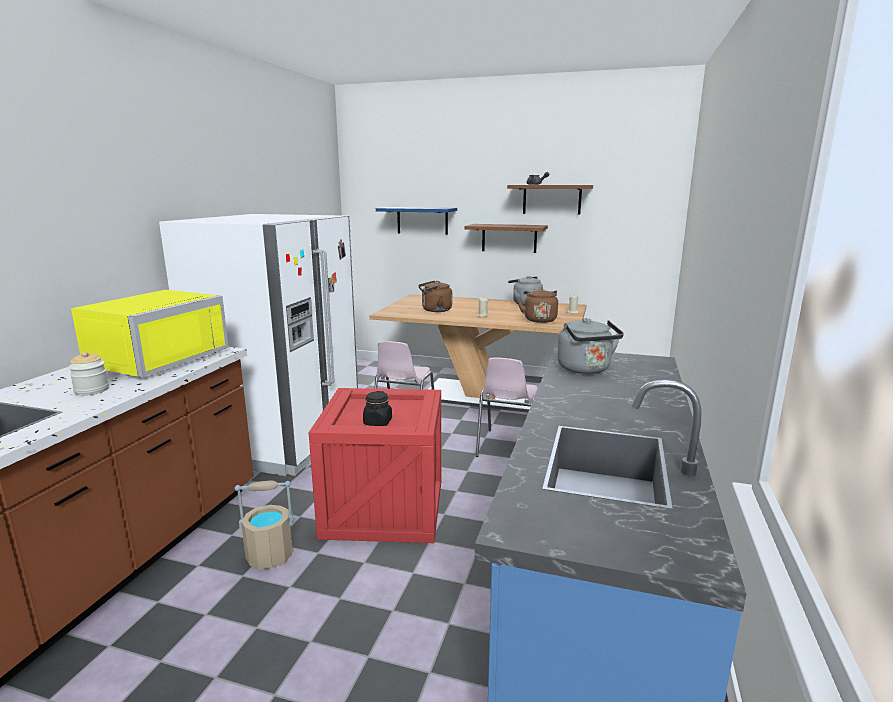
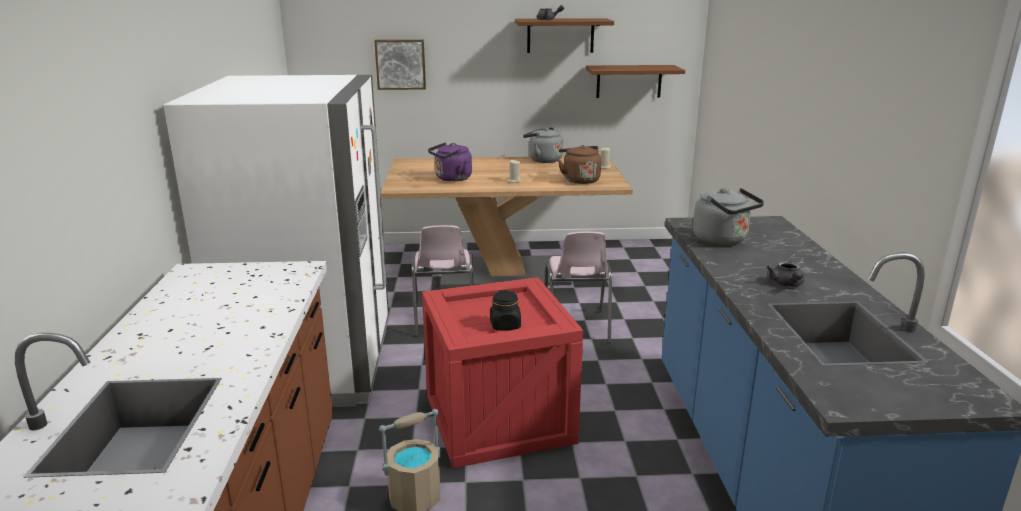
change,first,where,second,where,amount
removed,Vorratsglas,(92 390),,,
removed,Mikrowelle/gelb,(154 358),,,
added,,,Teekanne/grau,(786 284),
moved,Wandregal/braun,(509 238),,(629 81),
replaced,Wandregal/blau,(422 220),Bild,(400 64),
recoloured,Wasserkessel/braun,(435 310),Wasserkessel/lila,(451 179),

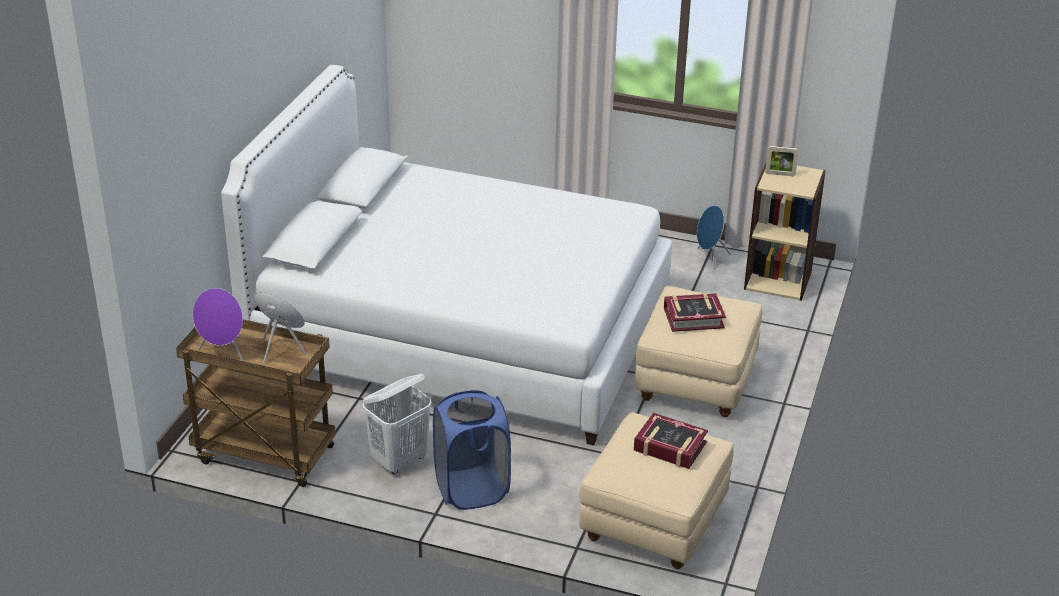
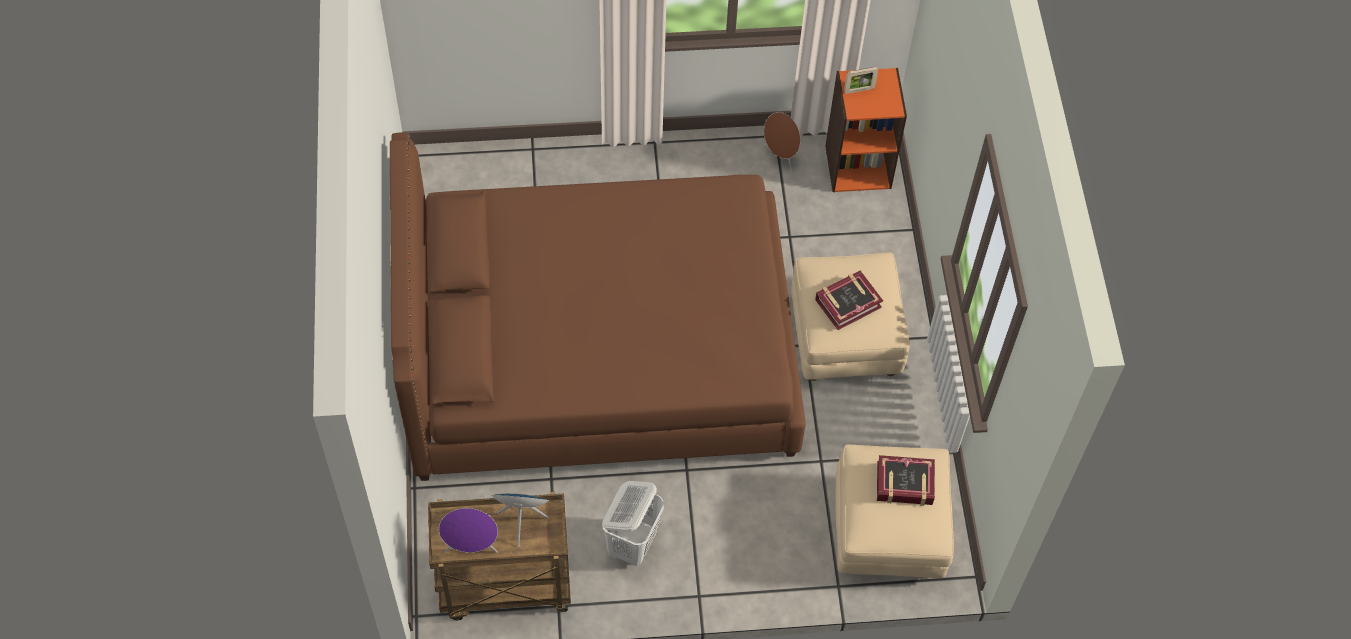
change,first,where,second,where,amount
removed,Wäschekorb/blau,(471 489),,,
recoloured,Bett/weiß,(461 333),Bett/braun,(599 353),
recoloured,Lautsprecher/blau,(709 258),Lautsprecher/braun,(781 157),
recoloured,Bücherregal/beige,(778 279),Bücherregal/orange,(858 166),

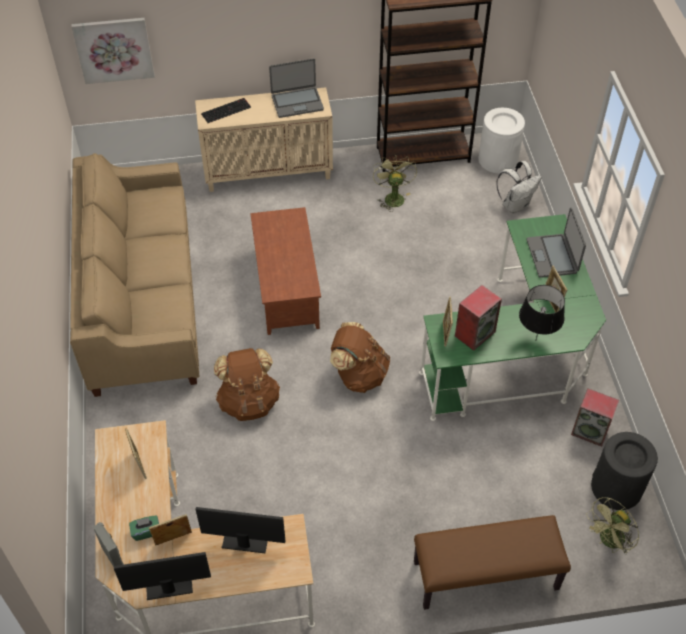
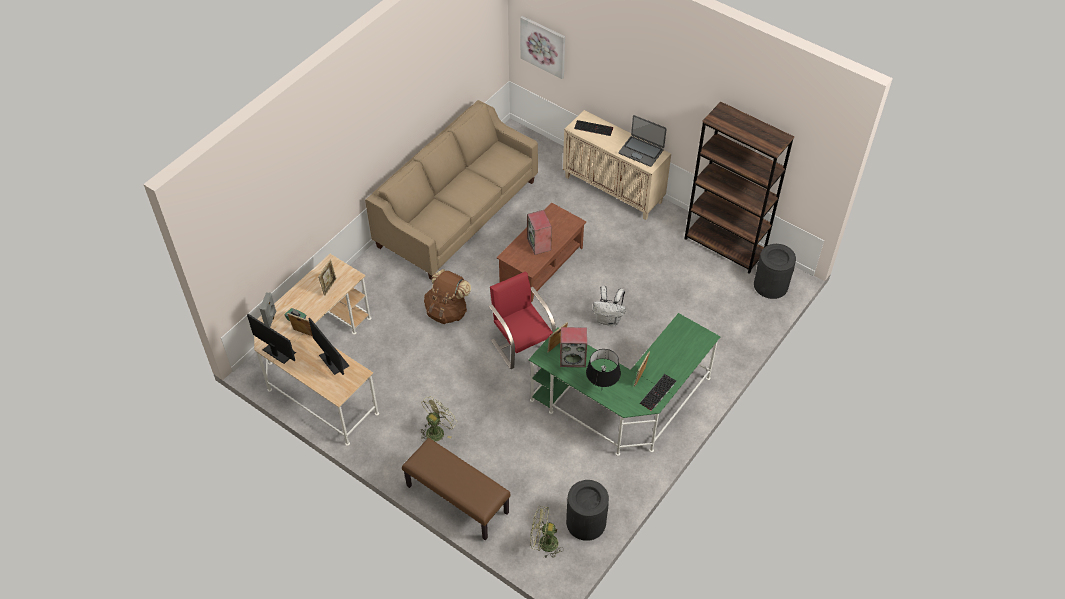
change,first,where,second,where,amount
removed,Laptop,(552 256),,,
added,,,Tastatur,(658 393),
moved,Ventilator/grün,(392 197),,(437 430),
moved,Rucksack/weiß,(515 205),,(608 319),
moved,Lautsprecher,(590 431),,(539 244),
replaced,Rucksack/braun,(359 374),Stuhl/rot,(522 344),
recoloured,Mülleimer/weiß,(498 159),Mülleimer/schwarz,(771 285),

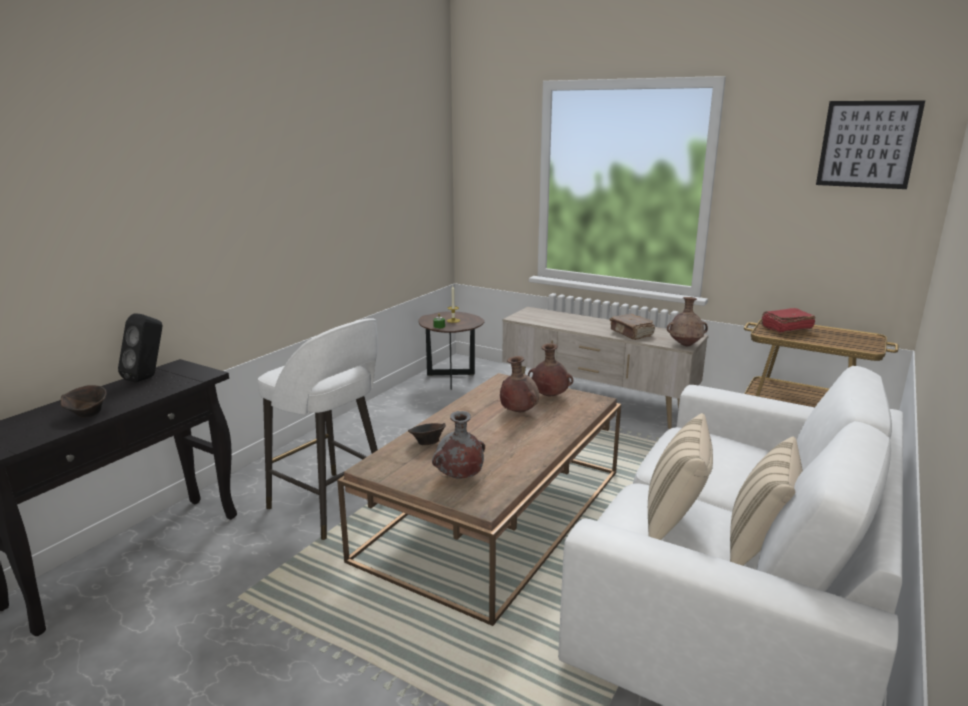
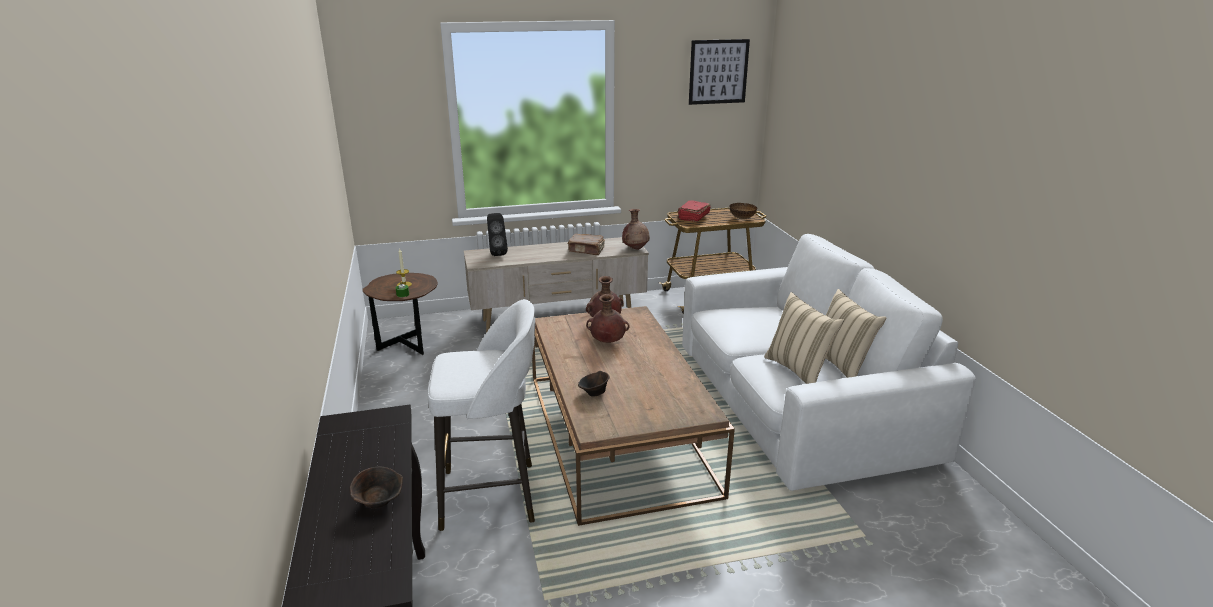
change,first,where,second,where,amount
removed,Vase/grau,(459 477),,,
added,,,Schüssel,(742 219),
moved,Lautsprecher/schwarz,(148 377),,(497 253),

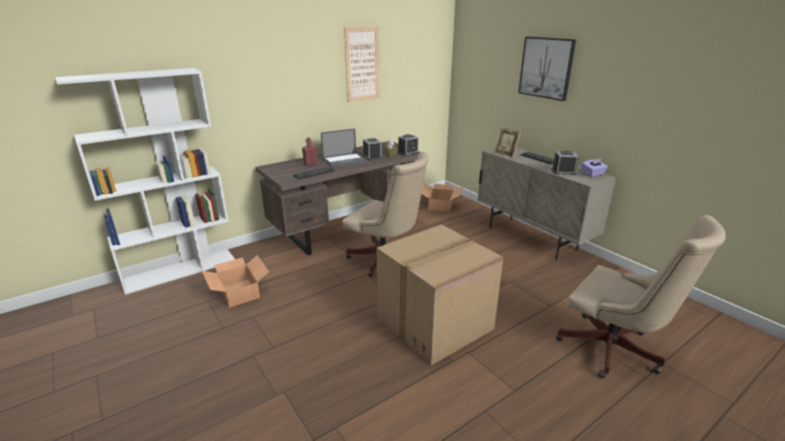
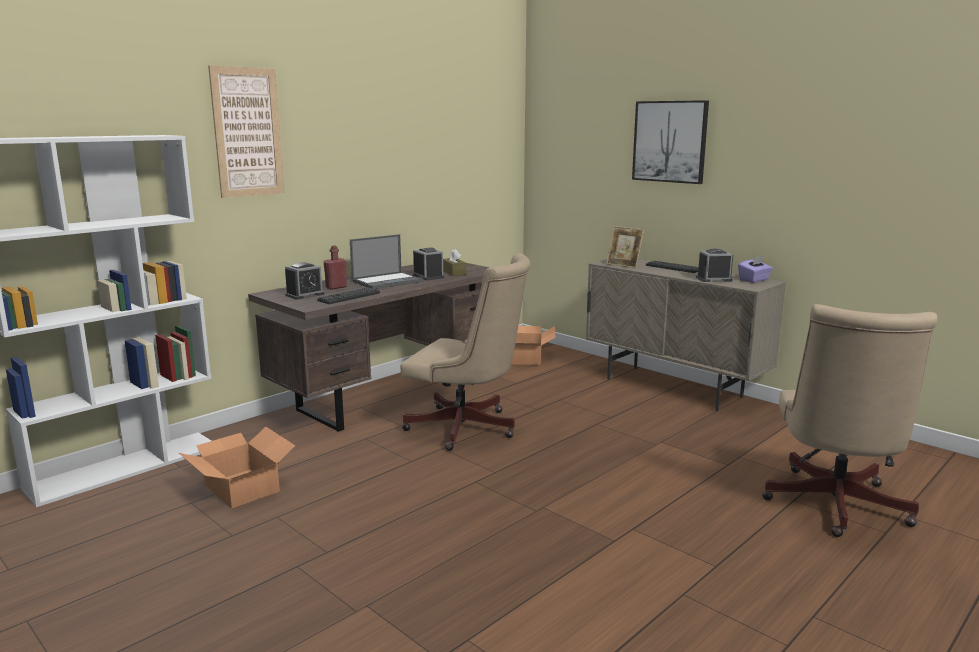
change,first,where,second,where,amount
removed,Karton,(434 324),,,
moved,Bild,(362 64),,(247 132),
moved,Wecker,(408 153),,(305 295),
turned,Bürostuhl/beige,(614 351),,(834 507),75 degrees clockwise

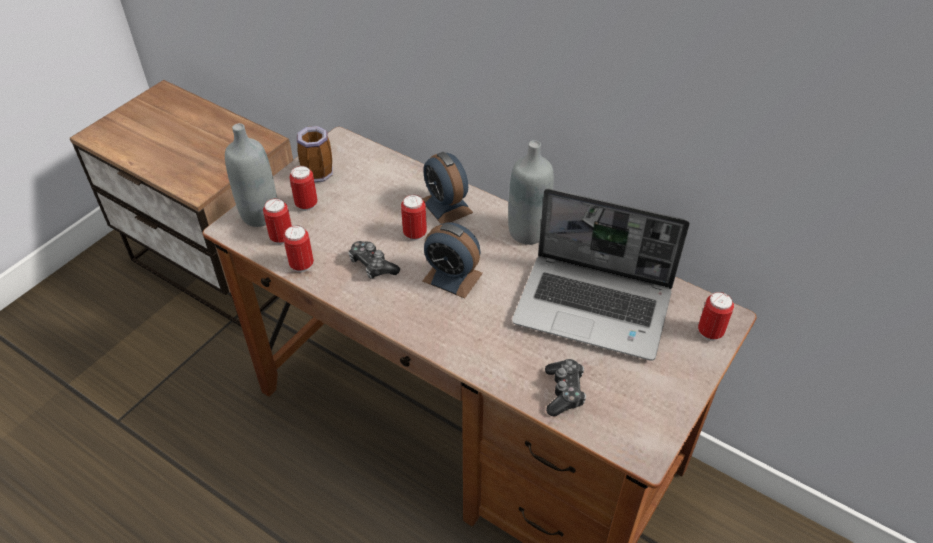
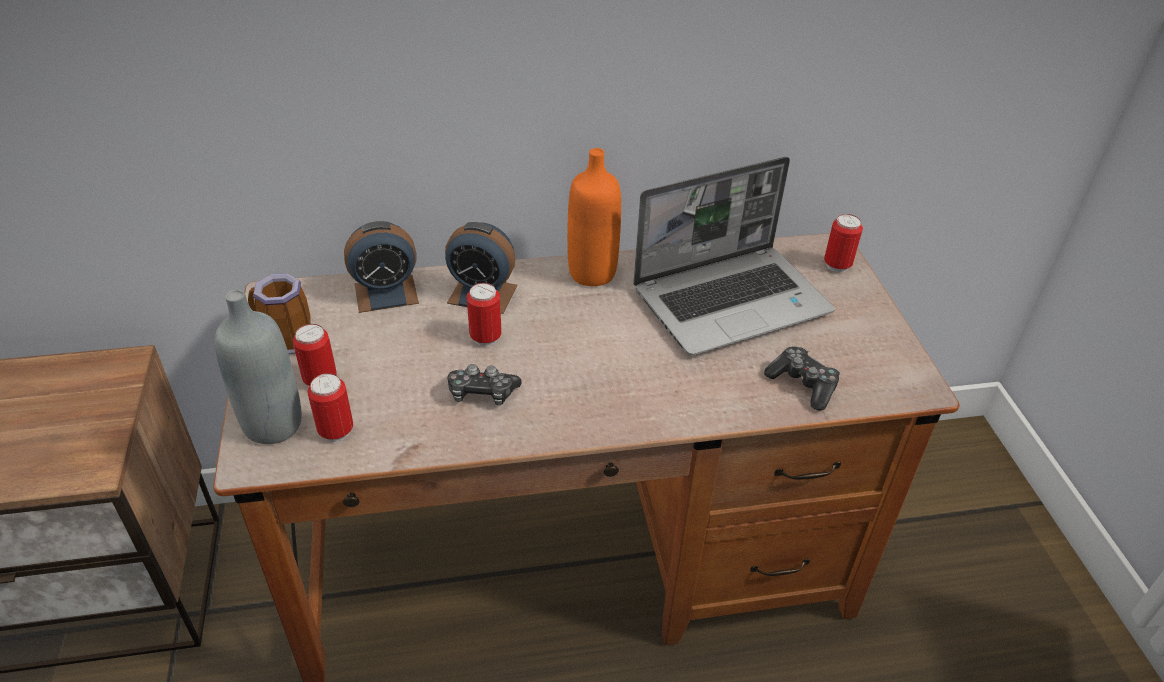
change,first,where,second,where,amount
removed,Dose,(302 265),,,
moved,Wecker,(452 277),,(386 293),
recoloured,Flasche/grau,(528 232),Flasche/orange,(592 273),

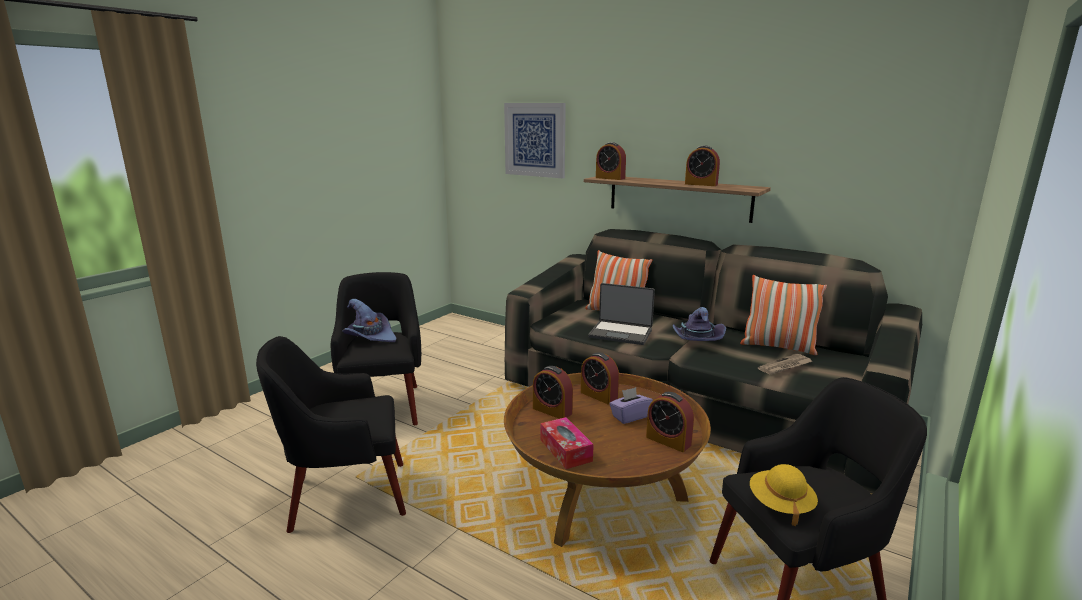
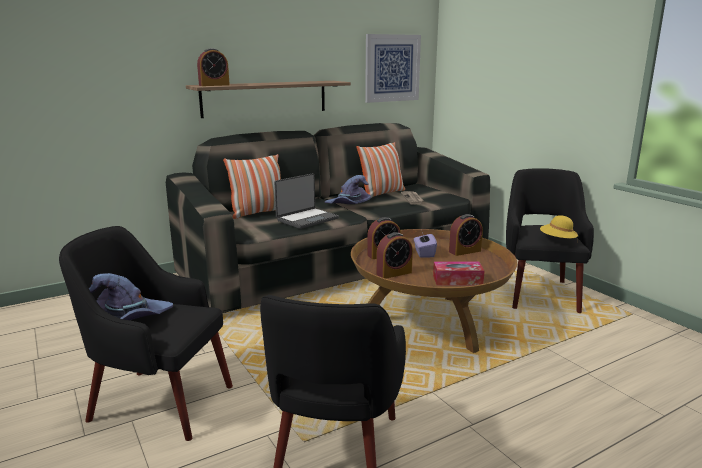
change,first,where,second,where,amount
removed,Wecker,(701 184),,,
moved,Bild,(535 140),,(392 68),

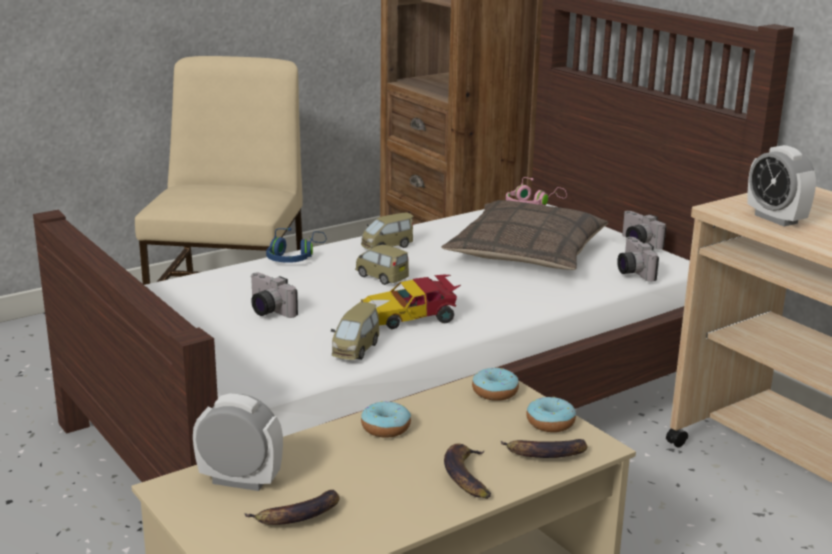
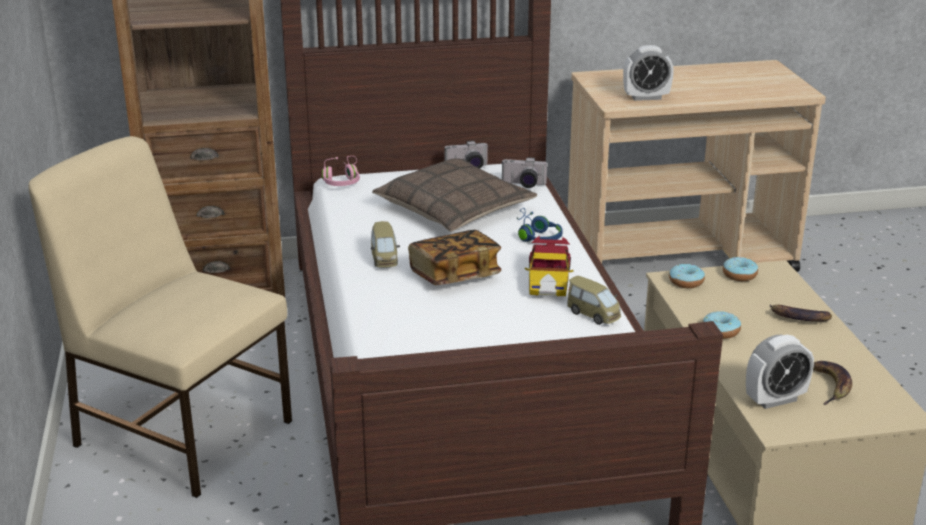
change,first,where,second,where,amount
removed,Kamera,(267 311),,,
removed,Banane,(545 454),,,
moved,Kopfhörer/blau,(294 257),,(535 235),
replaced,Spielzeugauto,(381 277),Buch,(454 275),
turned,Wecker,(240 481),,(775 400),150 degrees counterclockwise

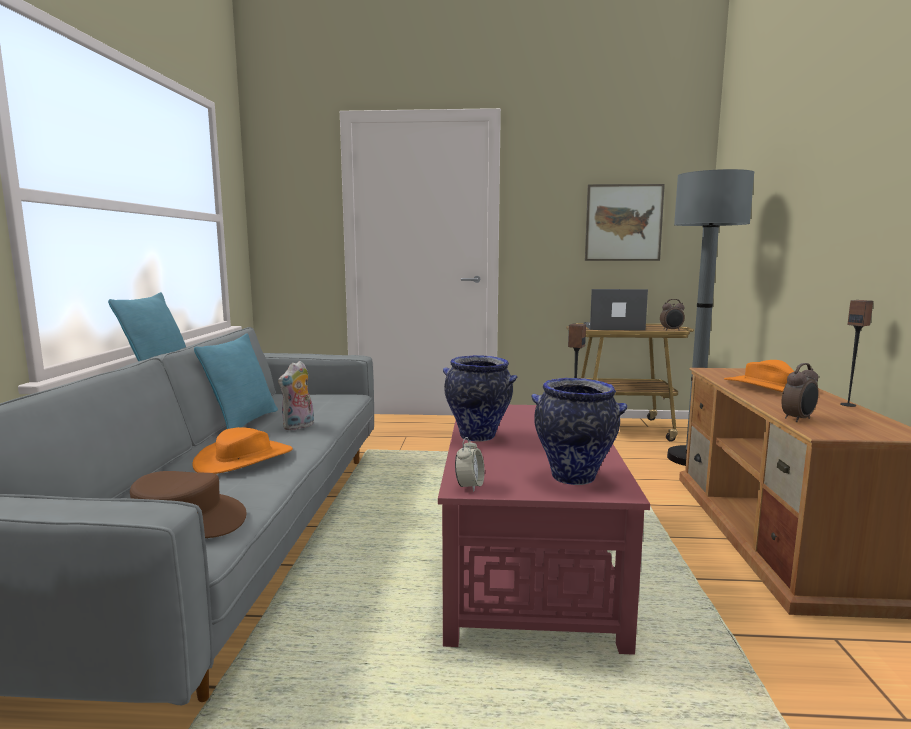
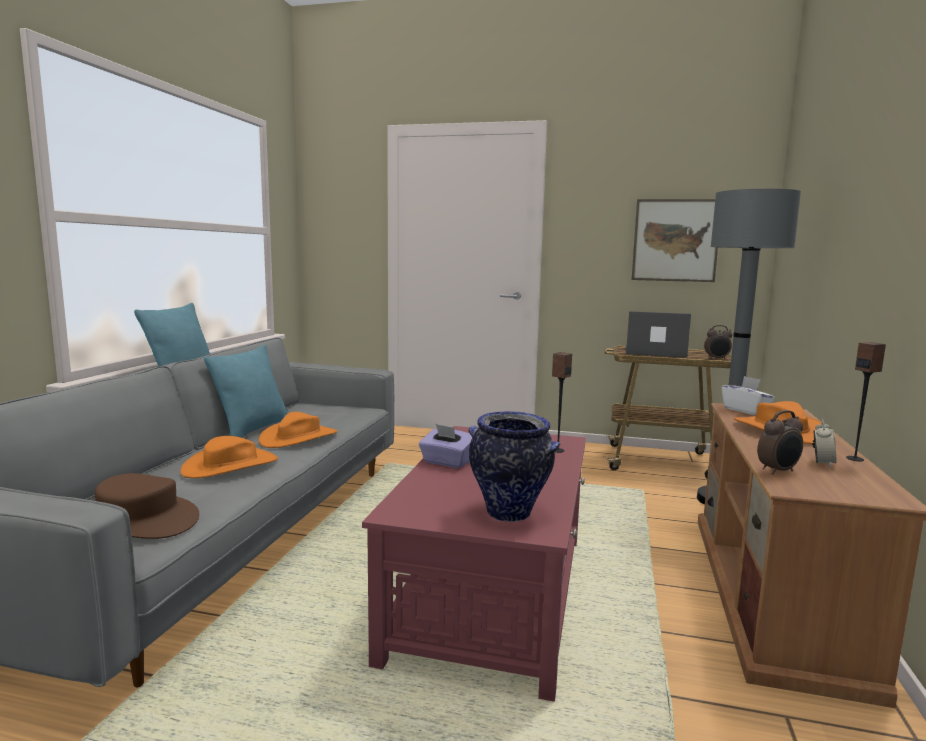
change,first,where,second,where,amount
added,,,Taschentuchbox/weiß,(746 410),
moved,Wecker,(469 486),,(822 463),
replaced,Plüschtier,(299 427),Hut/orange,(298 437),
replaced,Vase,(478 436),Taschentuchbox/lila,(446 462),

